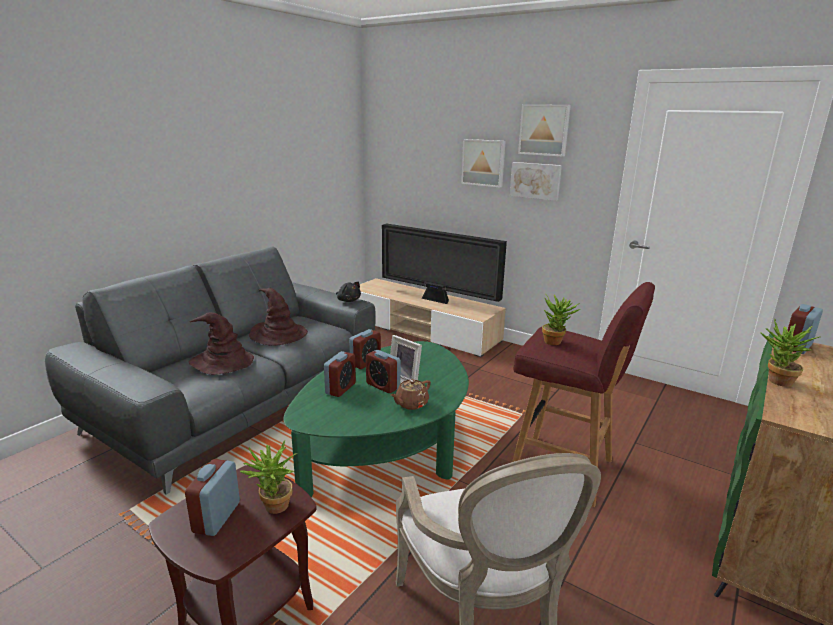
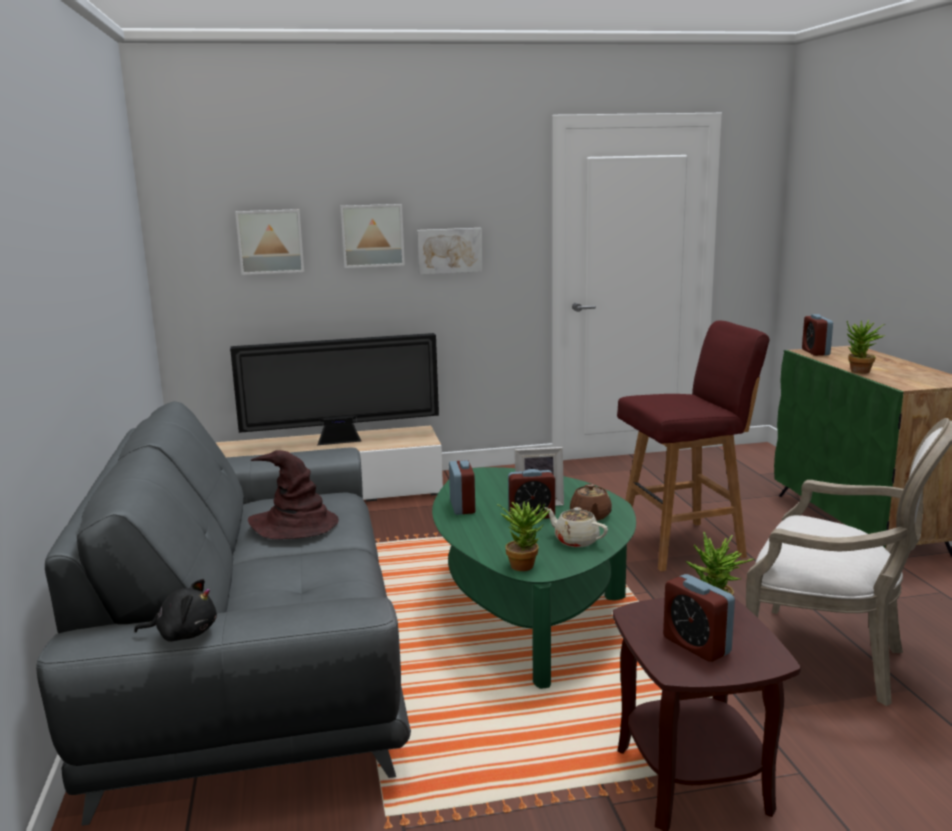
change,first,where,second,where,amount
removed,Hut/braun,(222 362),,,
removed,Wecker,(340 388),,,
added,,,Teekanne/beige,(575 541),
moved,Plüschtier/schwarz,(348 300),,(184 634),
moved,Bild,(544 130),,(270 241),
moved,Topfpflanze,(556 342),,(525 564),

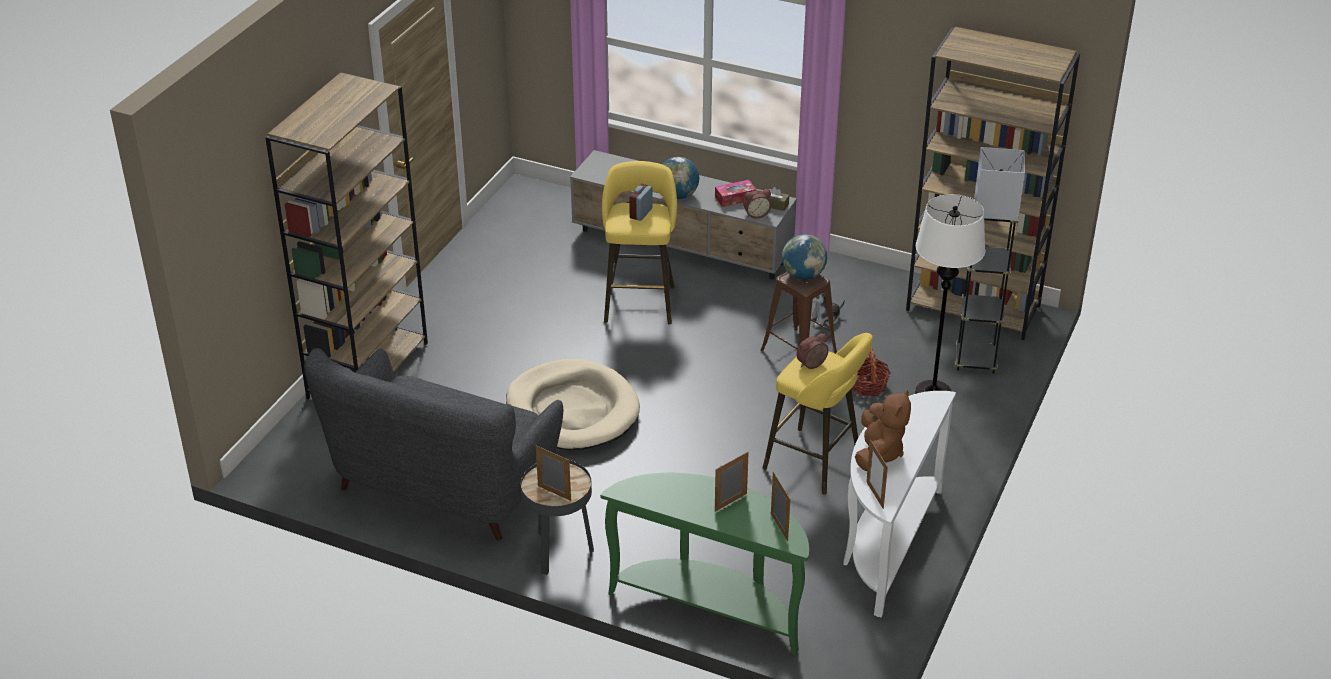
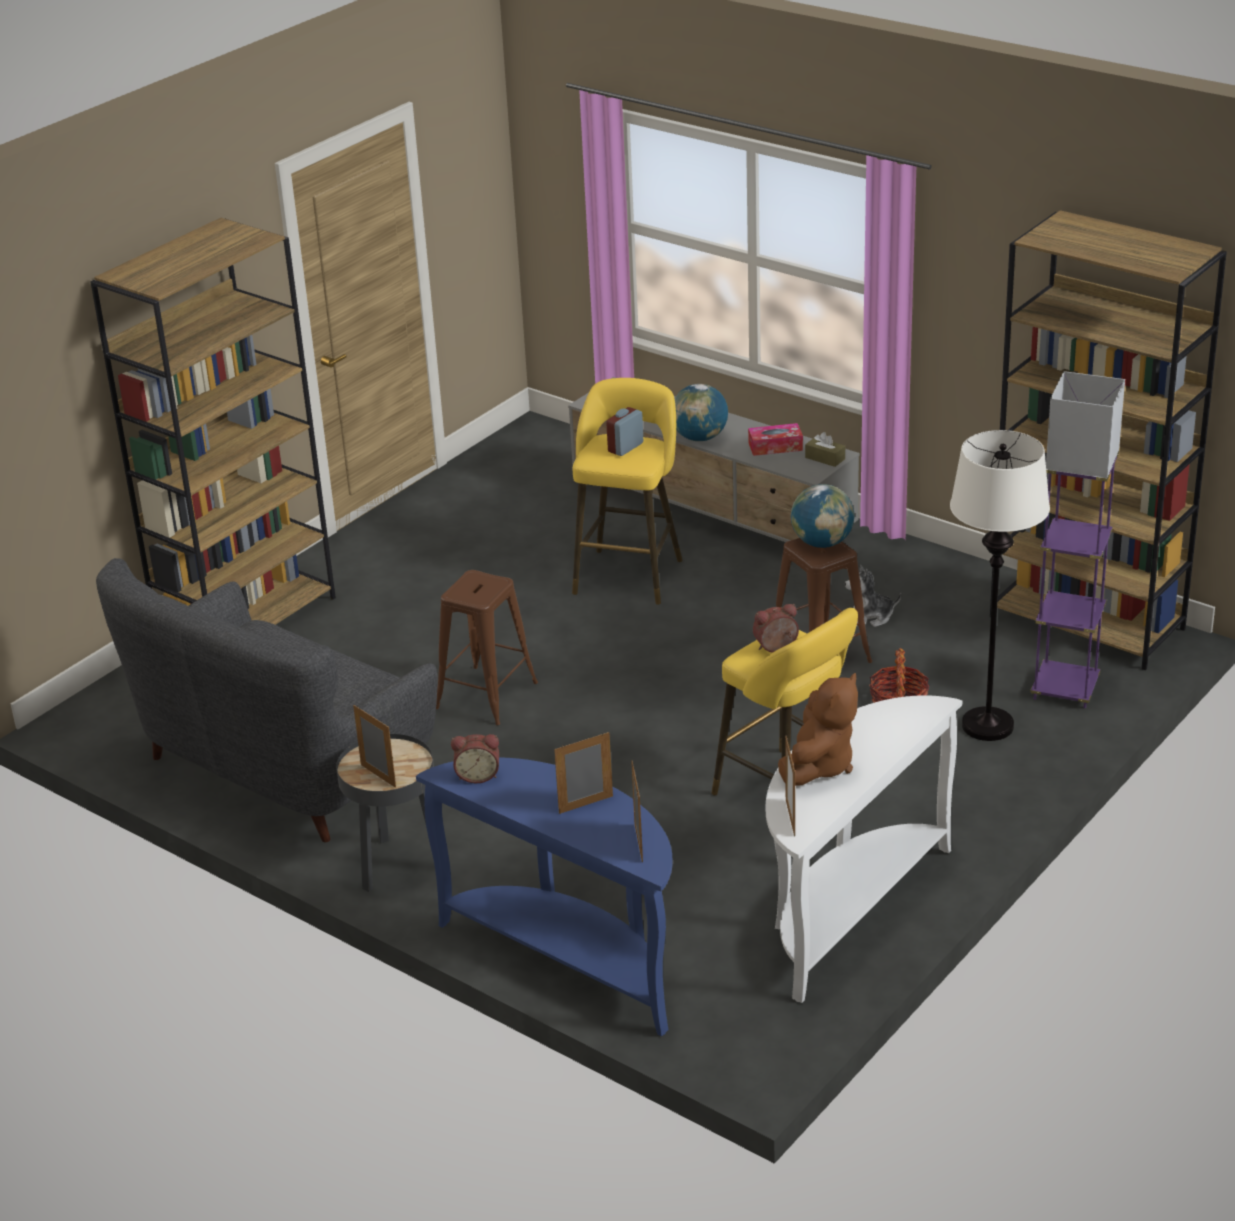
change,first,where,second,where,amount
moved,Wecker,(756 214),,(478 775),
replaced,Hundebett/beige,(572 410),Hocker/braun,(486 696),
recoloured,Konsolentisch/grün,(711 606),Konsolentisch/blau,(571 958),
recoloured,Stehlampe/grau,(975 361),Stehlampe/lila,(1065 689),

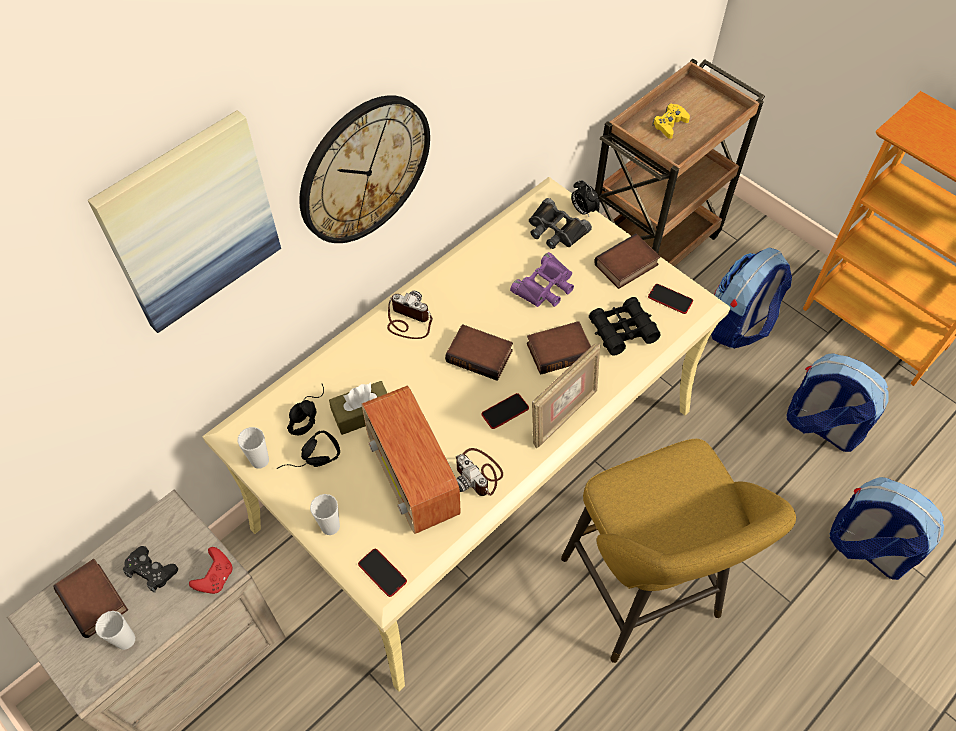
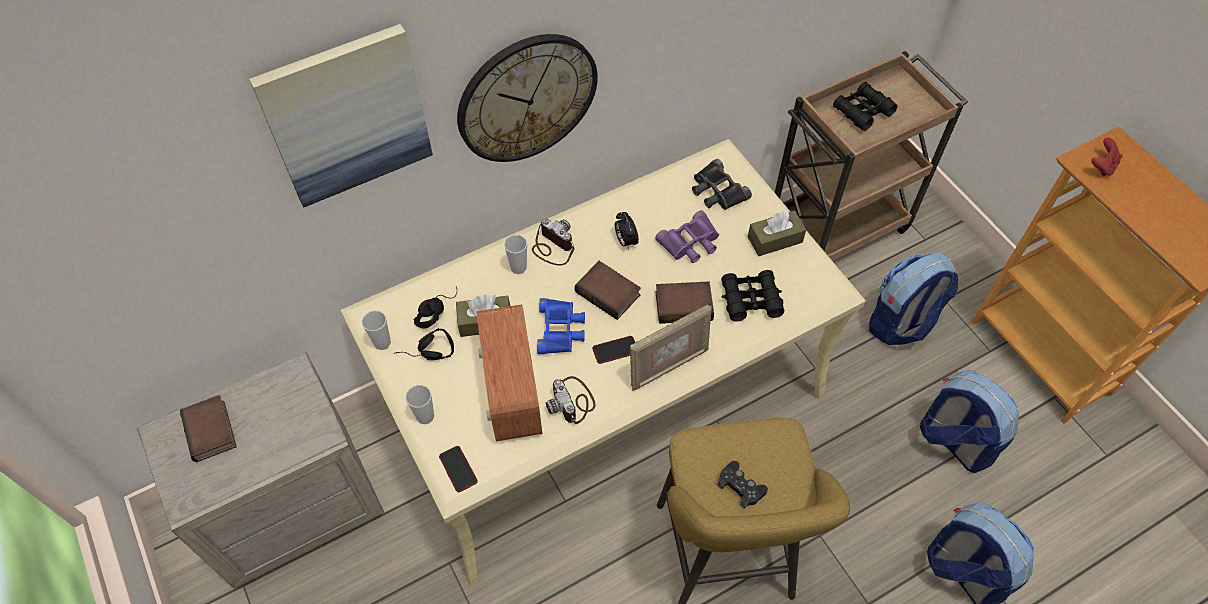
change,first,where,second,where,amount
removed,Handy,(670 299),,,
added,,,Fernglas/blau,(560 329),
moved,Tasse,(125 640),,(518 268),
moved,Gamepad/schwarz,(151 571),,(741 487),
moved,Gamepad/rot,(216 577),,(1102 166),
moved,Wecker,(583 210),,(625 241),
replaced,Buch,(626 266),Taschentuchbox/braun,(775 239),
replaced,Gamepad/gelb,(669 124),Fernglas/schwarz,(862 111),

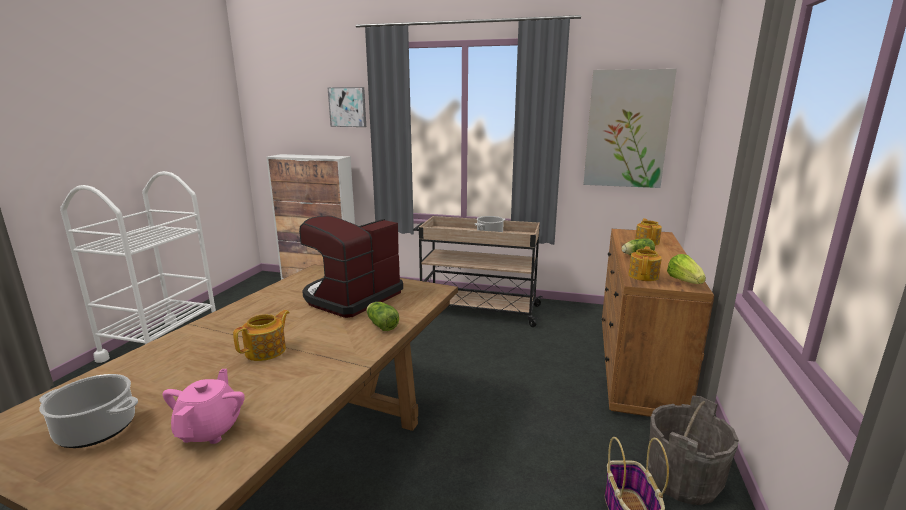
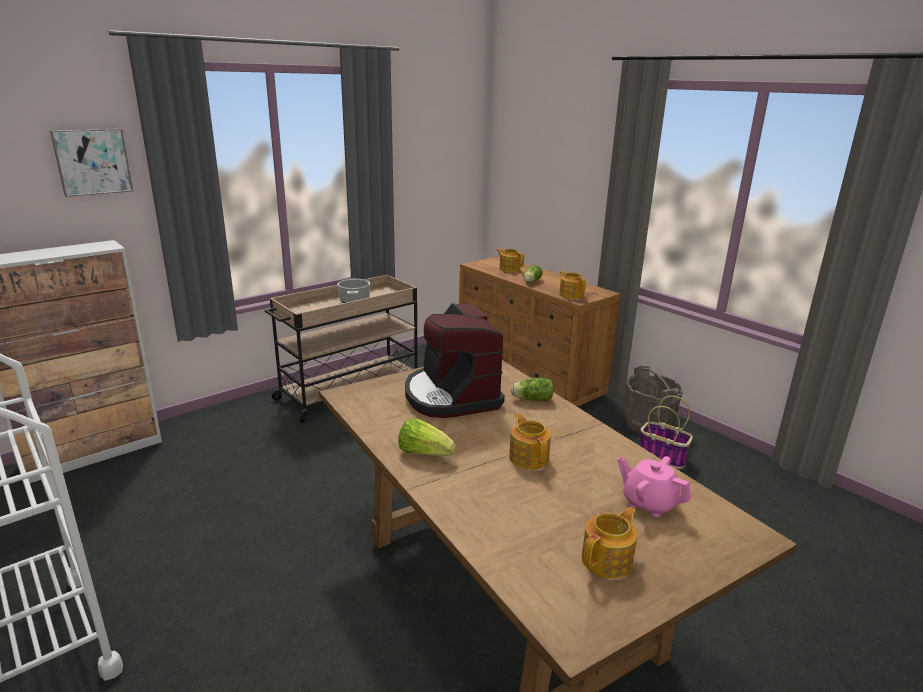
change,first,where,second,where,amount
removed,Bild,(627 129),,,
moved,Salatkopf,(684 281),,(424 453),
replaced,Kochtopf,(95 429),Teekanne,(608 560),

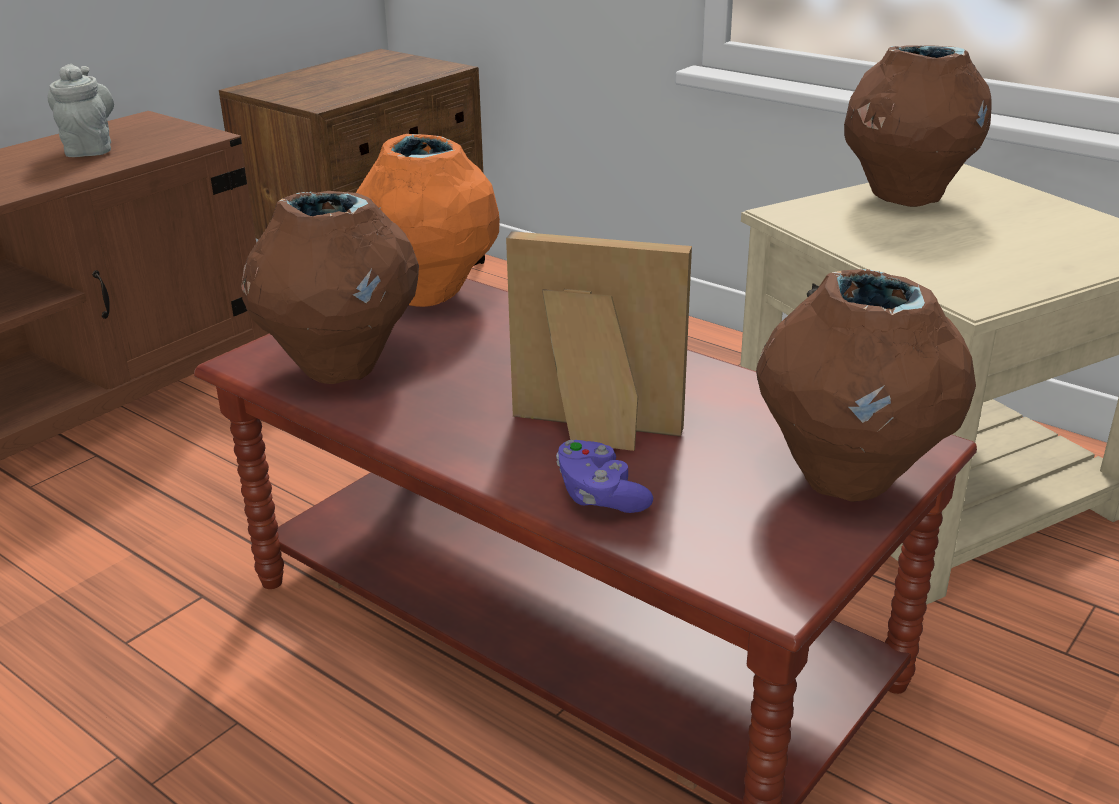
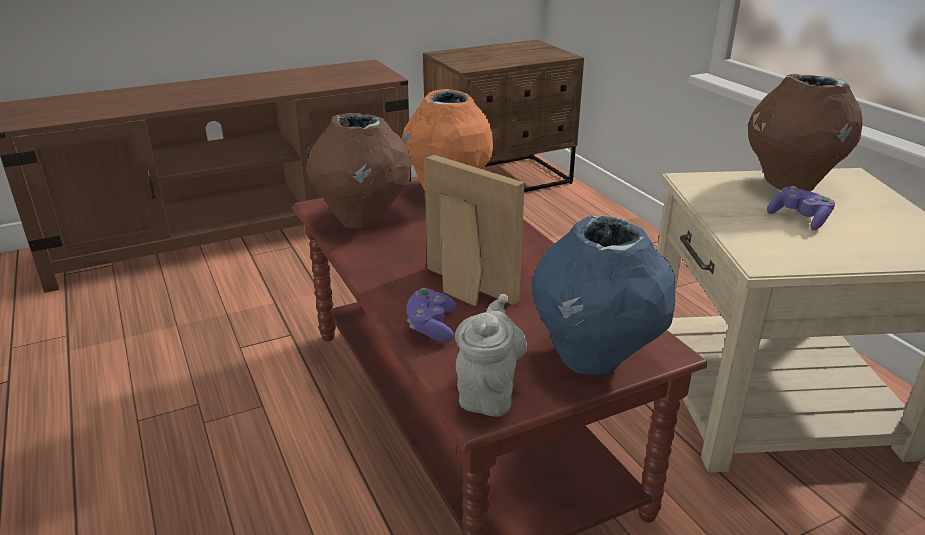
change,first,where,second,where,amount
added,,,Gamepad/lila,(799 219),
moved,Teekanne/grau,(90 148),,(488 392),
recoloured,Vase/braun,(849 477),Vase/blau,(594 358),

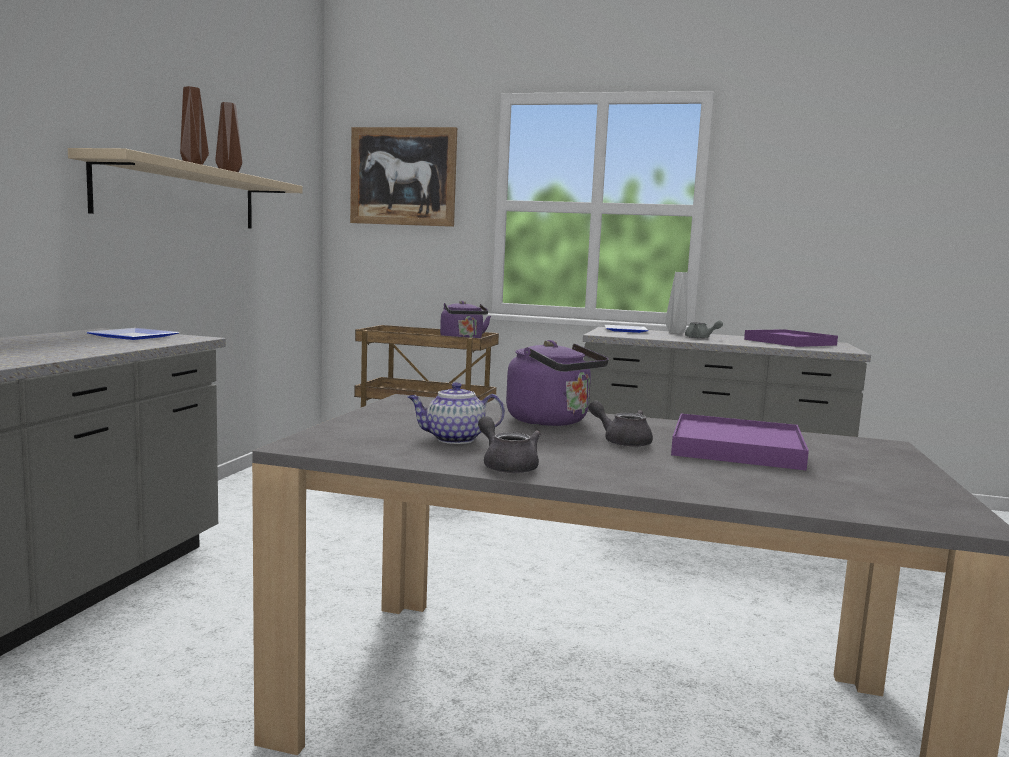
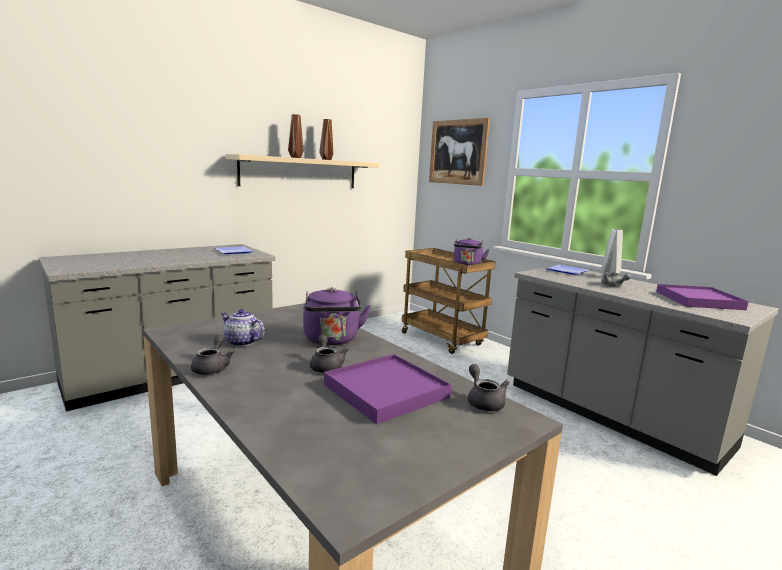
change,first,where,second,where,amount
added,,,Teekanne/grau,(484 401),

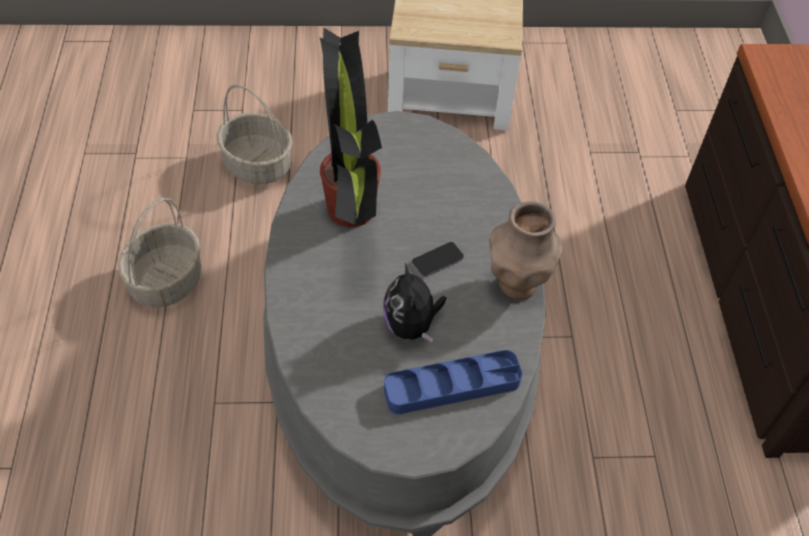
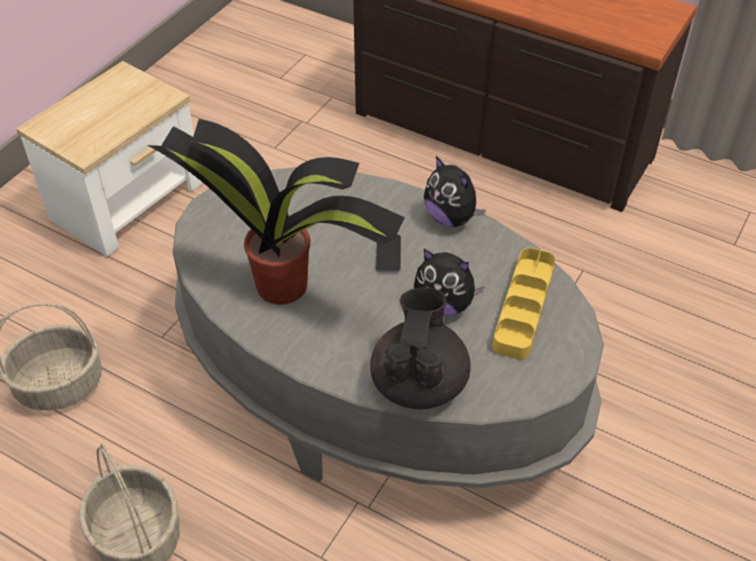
change,first,where,second,where,amount
added,,,Teekanne/schwarz,(419 382),
replaced,Vase/braun,(517 284),Plüschtier,(451 218),
recoloured,Tablett/blau,(452 386),Tablett/gelb,(523 307),

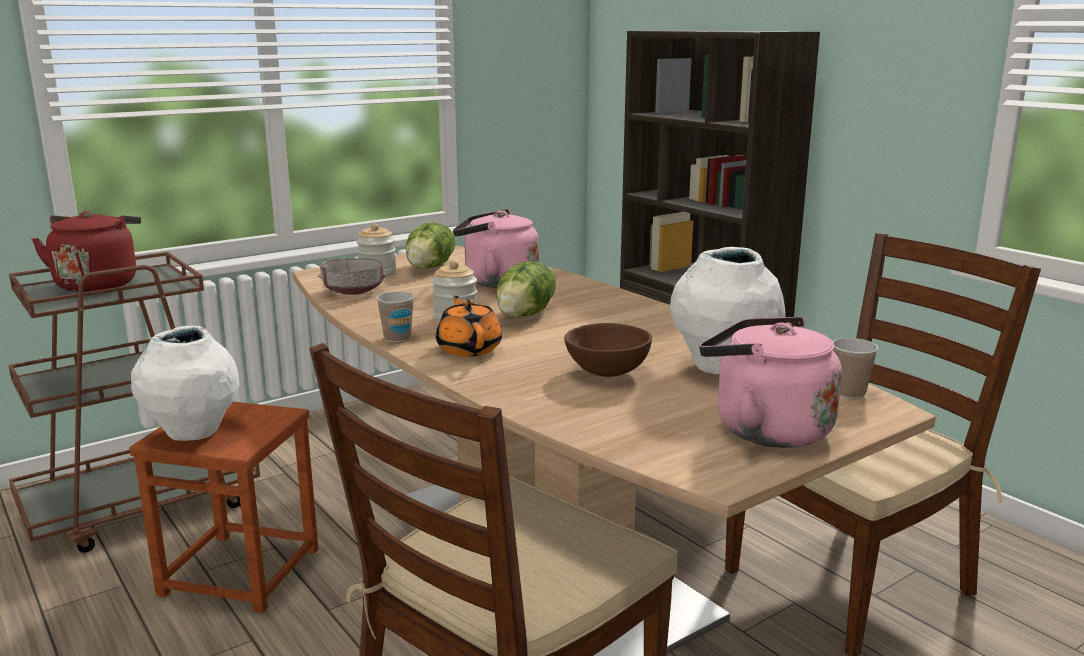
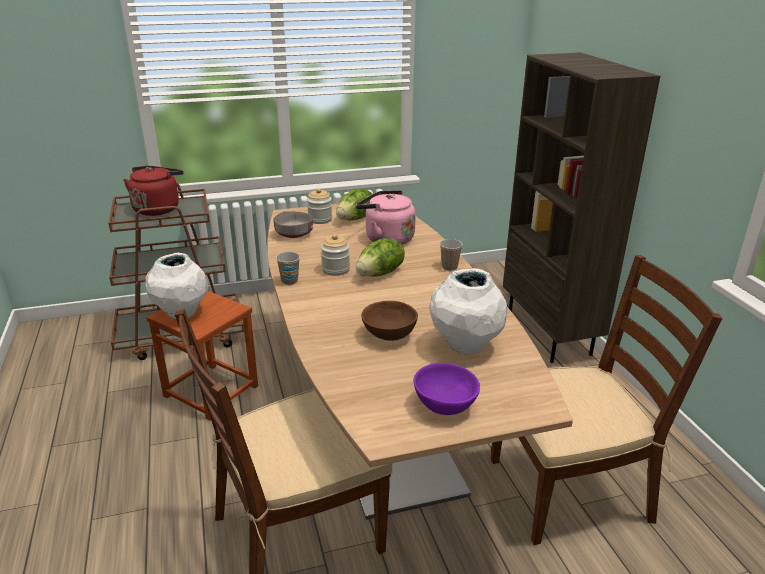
change,first,where,second,where,amount
removed,Teekanne/orange,(469 349),,,
moved,Tasse,(849 393),,(449 267),
replaced,Wasserkessel/rosa,(765 429),Schüssel/lila,(445 405),

